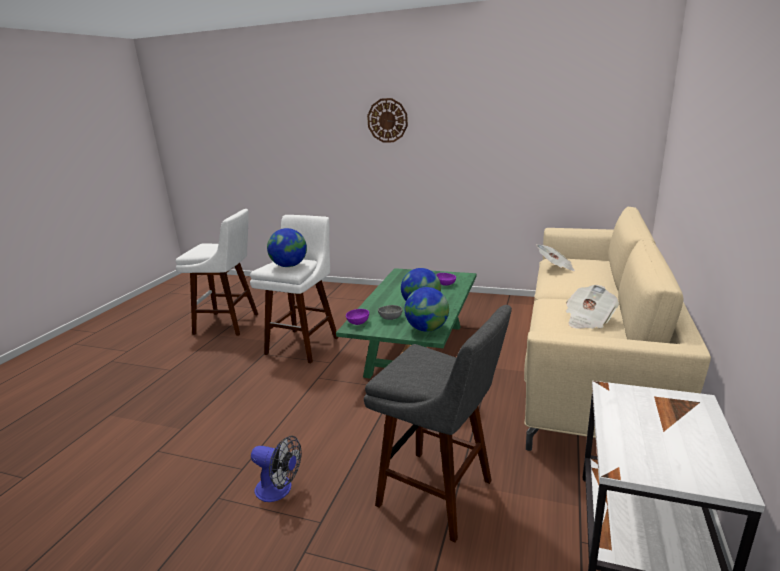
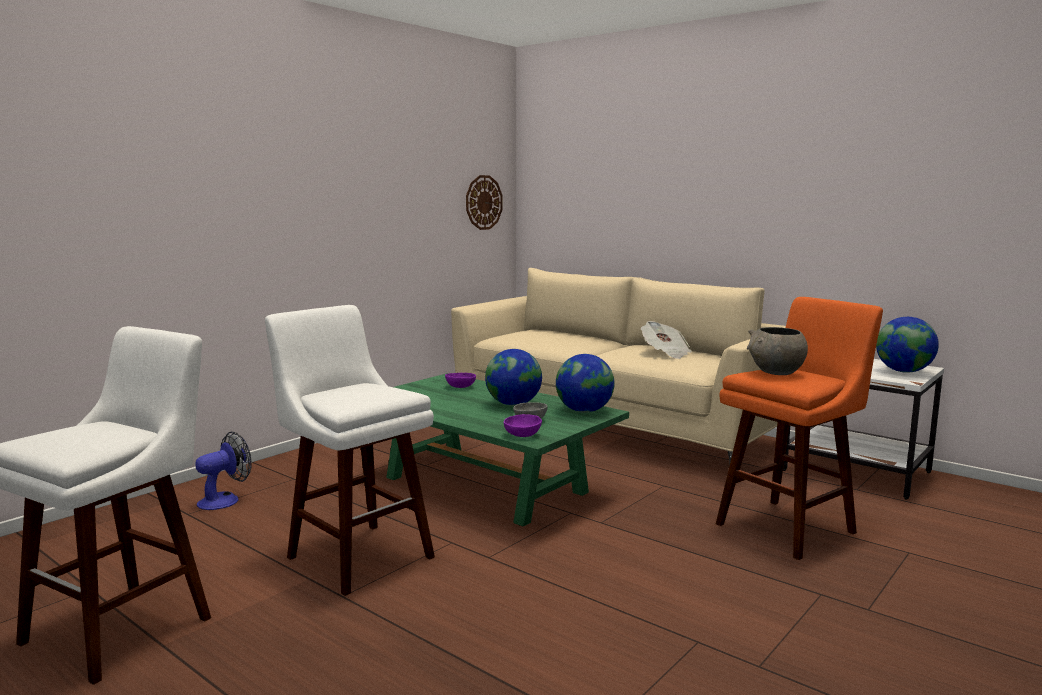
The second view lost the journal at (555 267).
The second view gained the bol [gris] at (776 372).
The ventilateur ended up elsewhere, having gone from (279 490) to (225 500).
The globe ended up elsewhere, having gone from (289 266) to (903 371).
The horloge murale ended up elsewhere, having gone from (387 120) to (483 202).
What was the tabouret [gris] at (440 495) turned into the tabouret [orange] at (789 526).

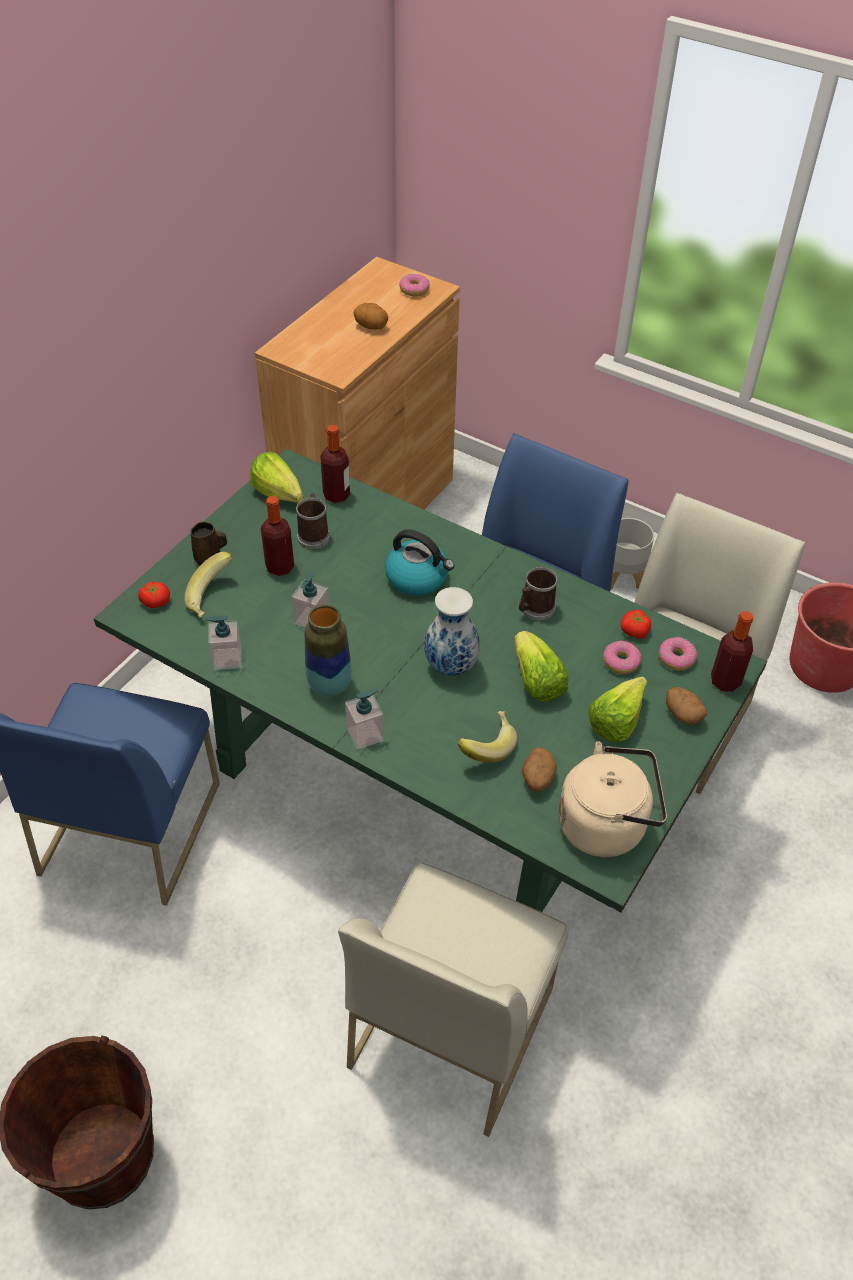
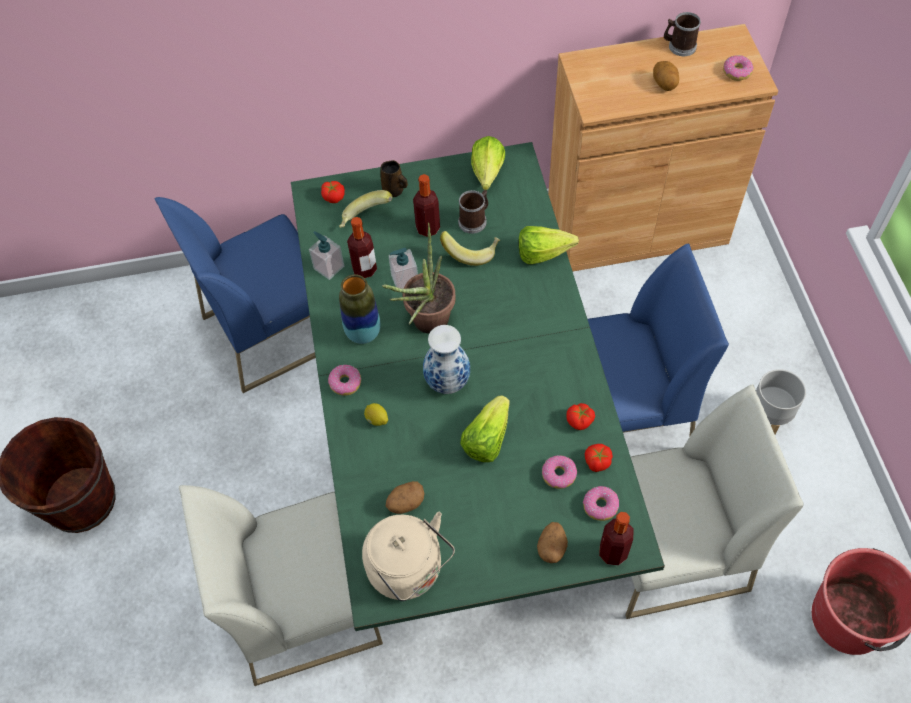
The second view lost the bouilloire at (418 578).
The second view gained the citron at (377 420).
The second view gained the plante en pot at (426 325).
The second view gained the tomate at (580 421).
The bouteille ended up elsewhere, having gone from (336 495) to (364 269).
The banane ended up elsewhere, having gone from (486 746) to (471 252).
The mug ended up elsewhere, having gone from (534 609) to (679 46).
The laitue ended up elsewhere, having gone from (621 718) to (548 254).
Where the distributeur de savon stood at (365 734), the beignet came to stand at (345 383).

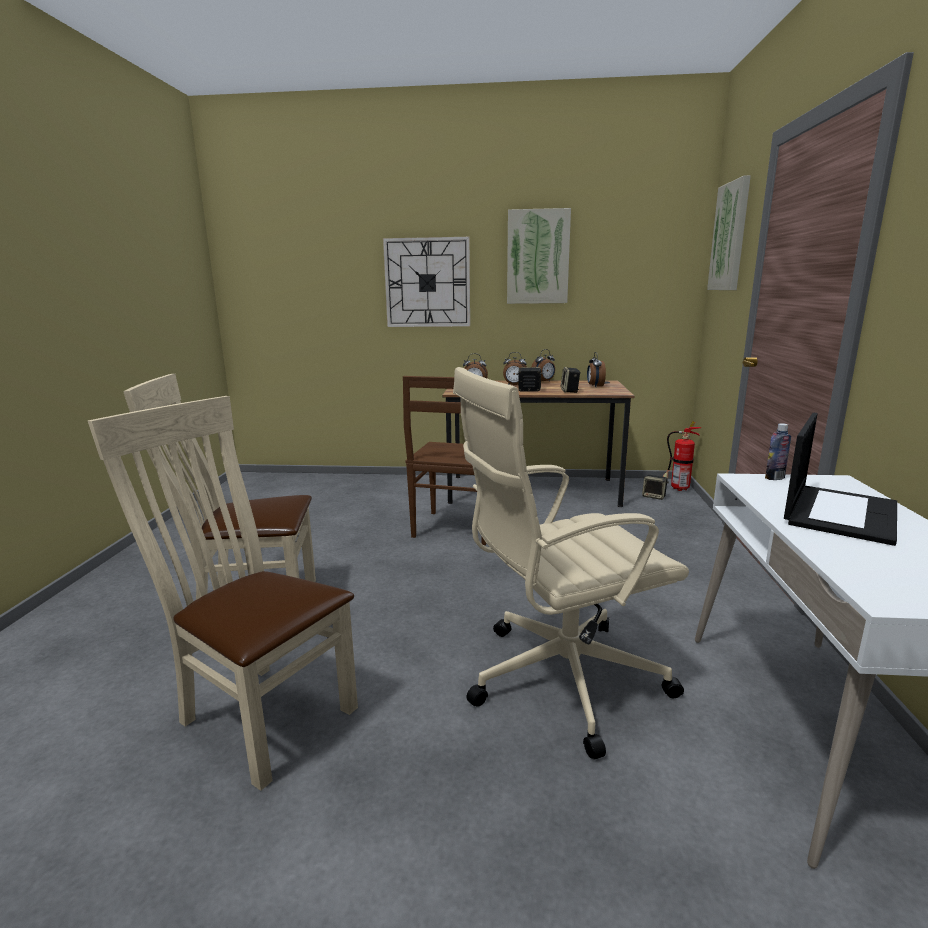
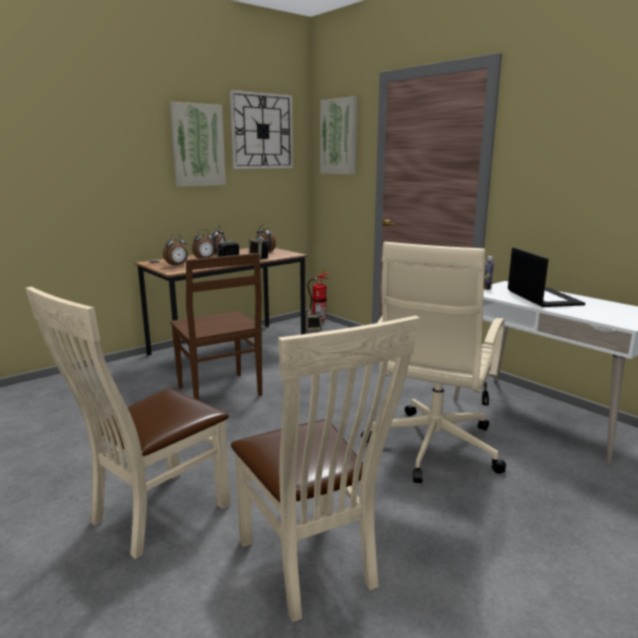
The horloge murale ended up elsewhere, having gone from (427 283) to (262 131).
The chaise [beige] at (260 713) ended up facing another way, 105 degrees counterclockwise from before.

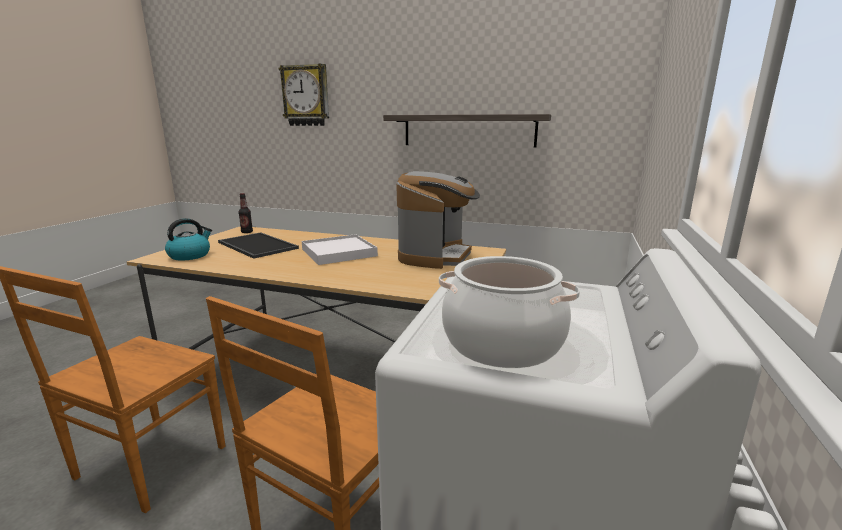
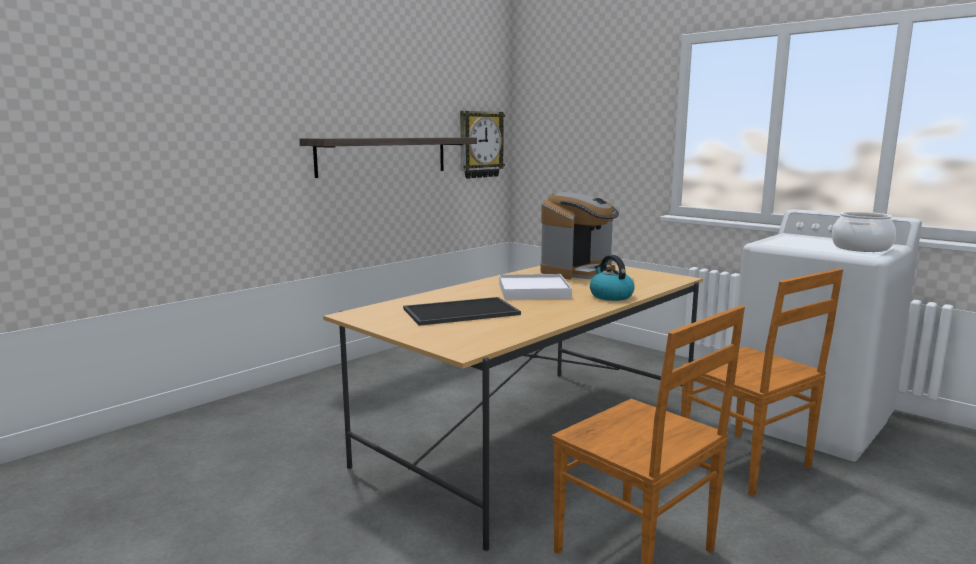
The second view lost the bouteille at (247 232).
The bouilloire ended up elsewhere, having gone from (190 255) to (610 296).
The horloge murale ended up elsewhere, having gone from (306 96) to (480 144).
The machine à café at (436 256) ended up facing another way, 90 degrees clockwise from before.

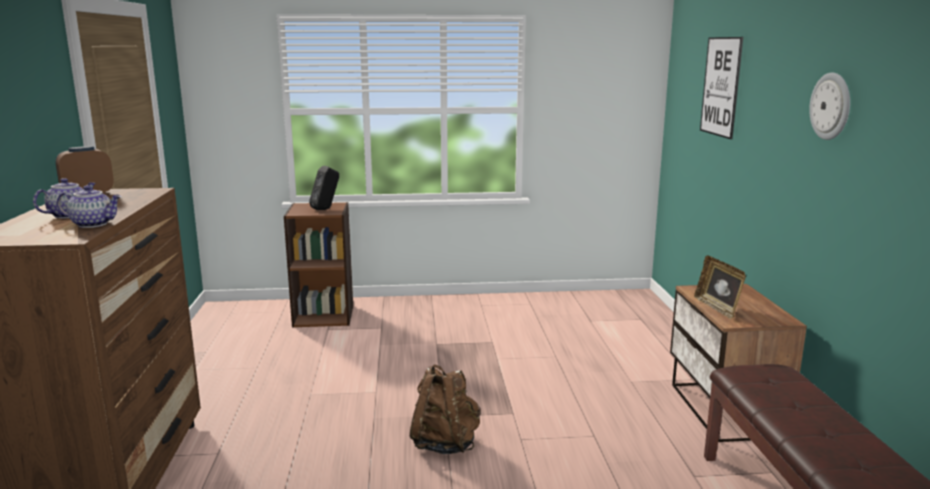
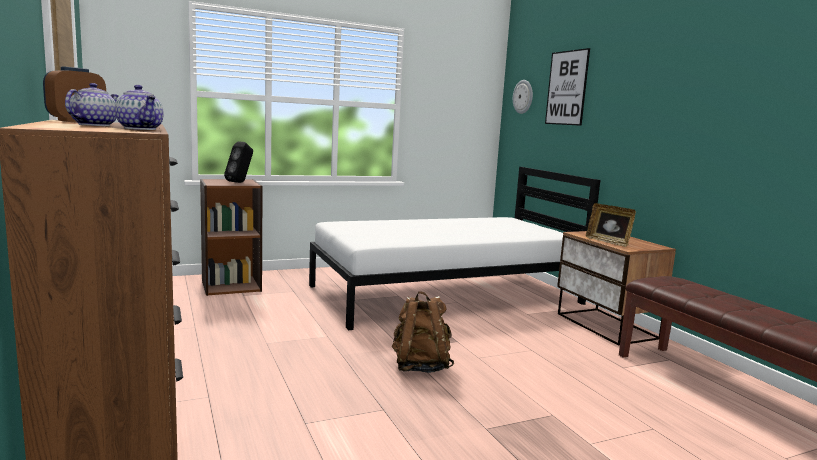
The second view gained the lit [blanc] at (446 295).
The horloge murale ended up elsewhere, having gone from (831 106) to (523 96).
The théière at (93 224) ended up facing another way, 60 degrees clockwise from before.

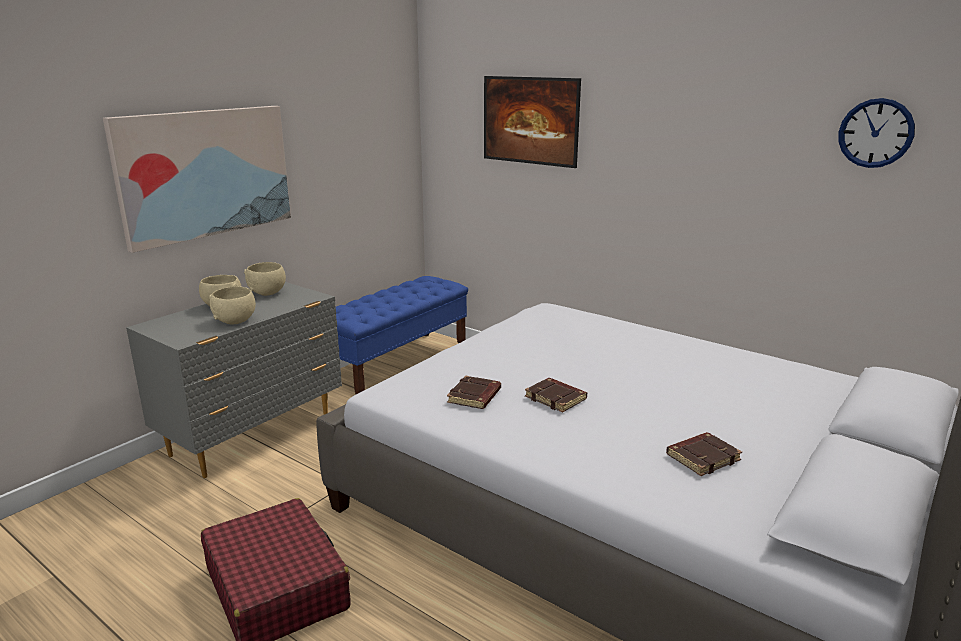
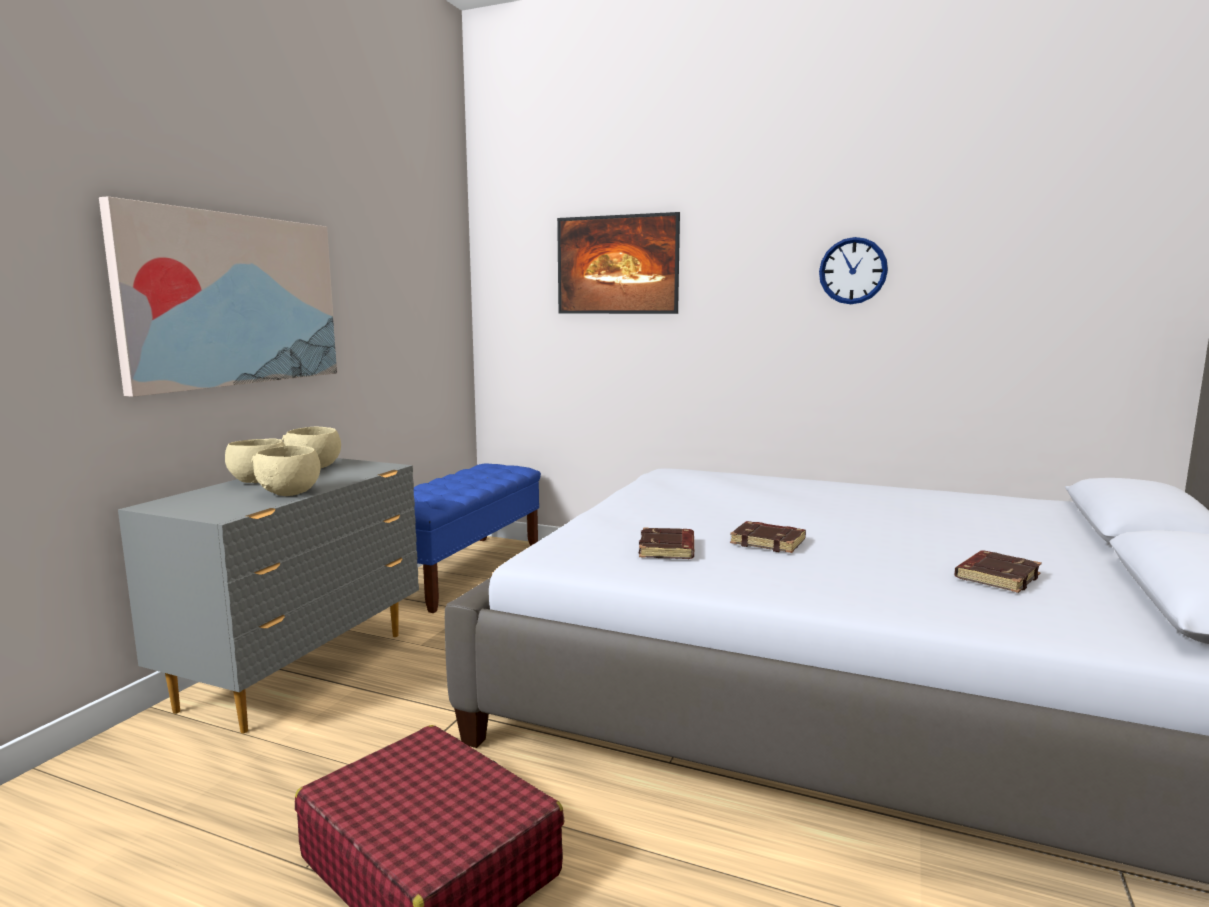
The horloge murale ended up elsewhere, having gone from (875 133) to (853 271).

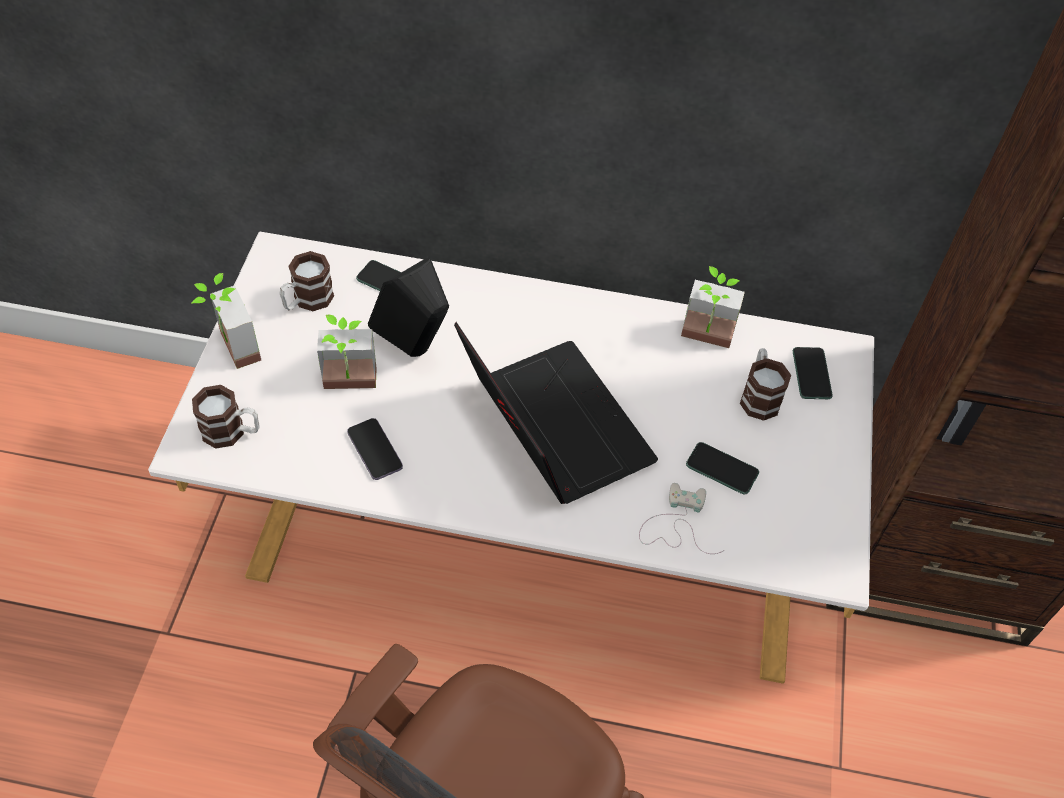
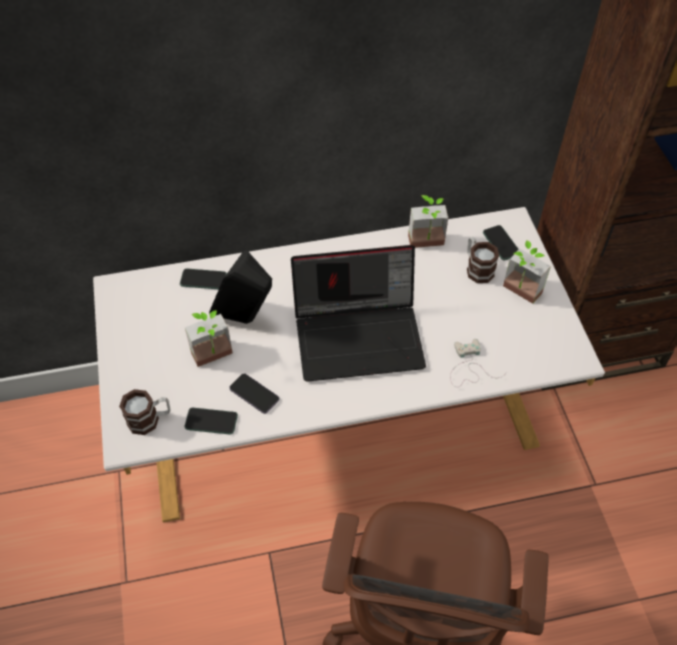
The second view lost the mug at (307 301).
The plante en pot ended up elsewhere, having gone from (230 350) to (518 294).
The téléphone ended up elsewhere, having gone from (722 469) to (211 421).
The ordinateur portable at (551 426) ended up facing another way, 135 degrees clockwise from before.

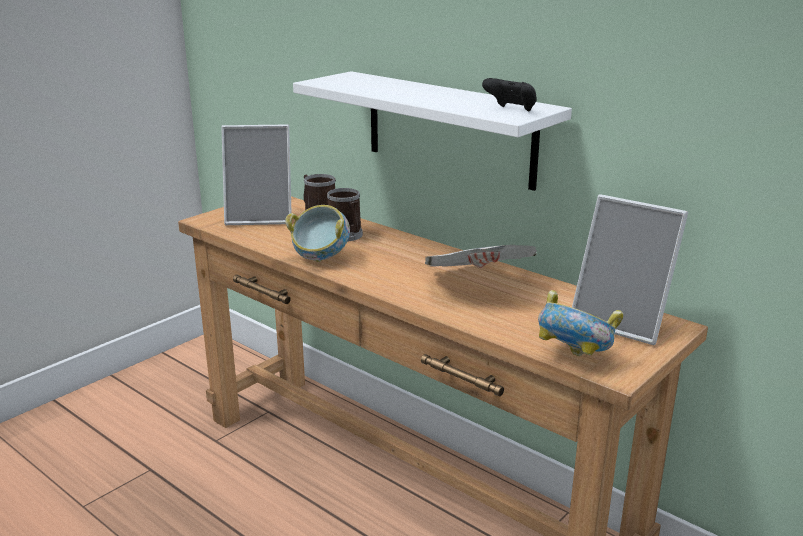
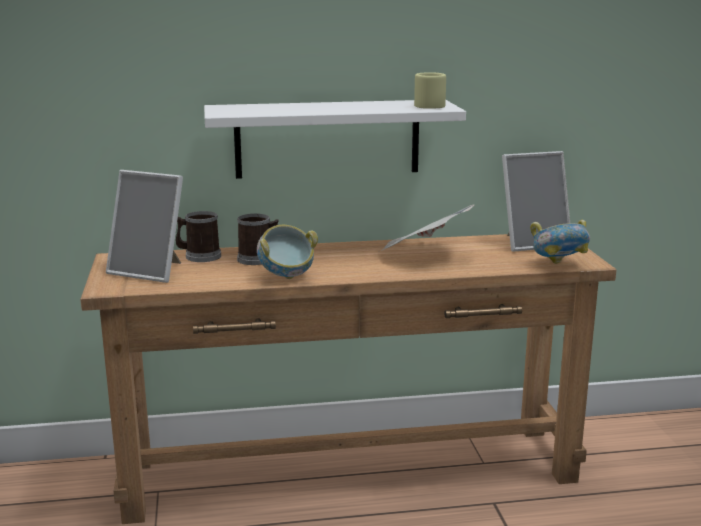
Where the manette [noir] stood at (511 110), the mug [beige] came to stand at (428 105).
The cadre photo at (261 217) ended up facing another way, 75 degrees clockwise from before.

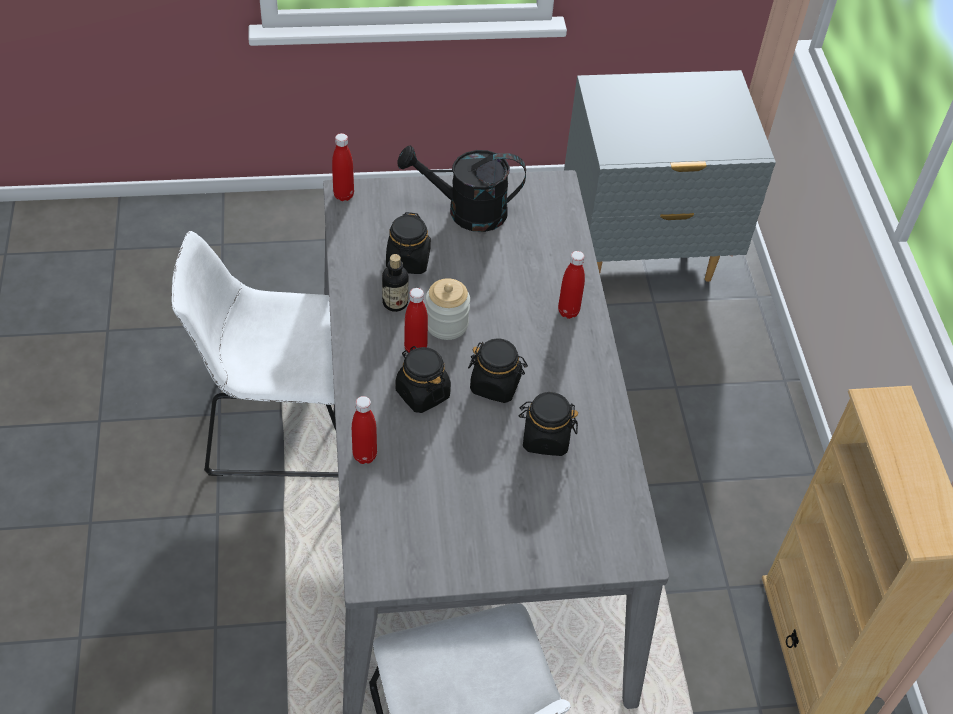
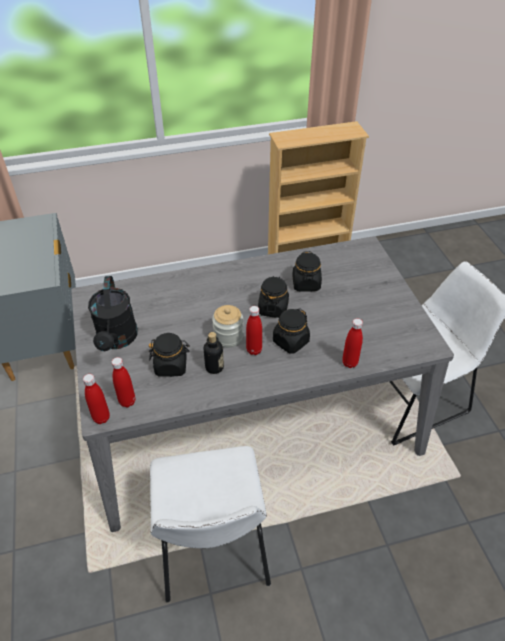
The bouteille [rouge] ended up elsewhere, having gone from (568 311) to (127 401).

